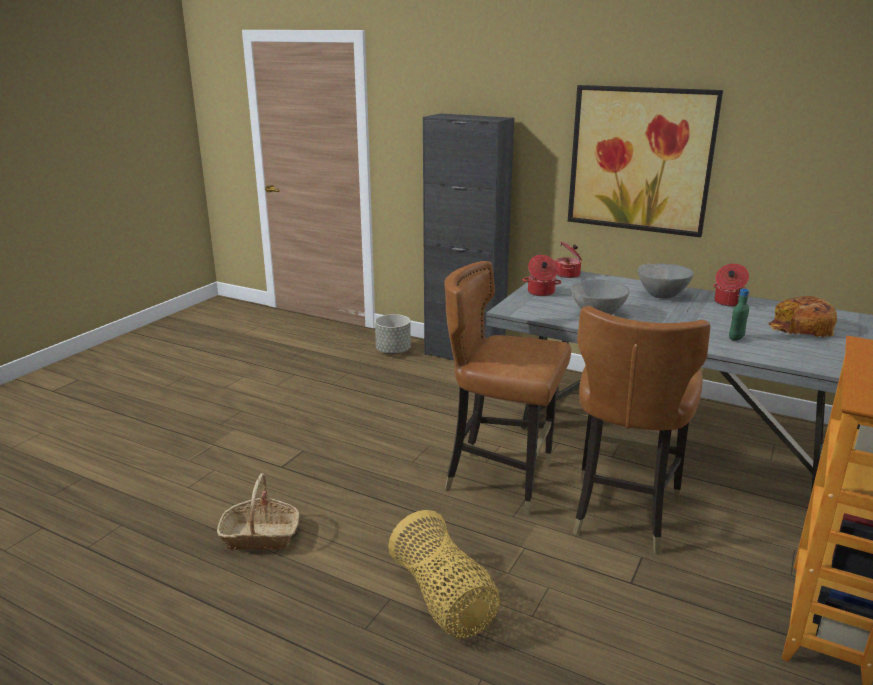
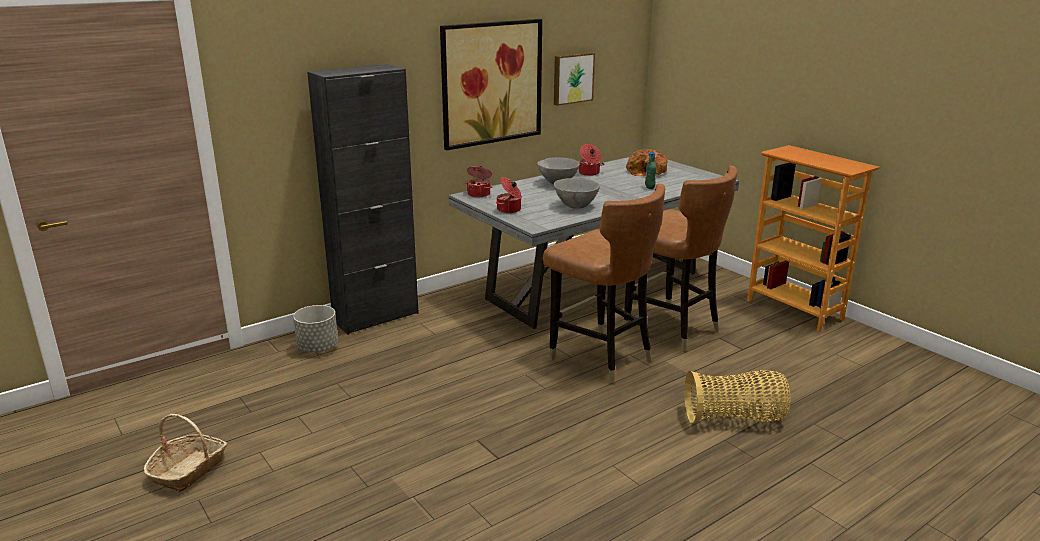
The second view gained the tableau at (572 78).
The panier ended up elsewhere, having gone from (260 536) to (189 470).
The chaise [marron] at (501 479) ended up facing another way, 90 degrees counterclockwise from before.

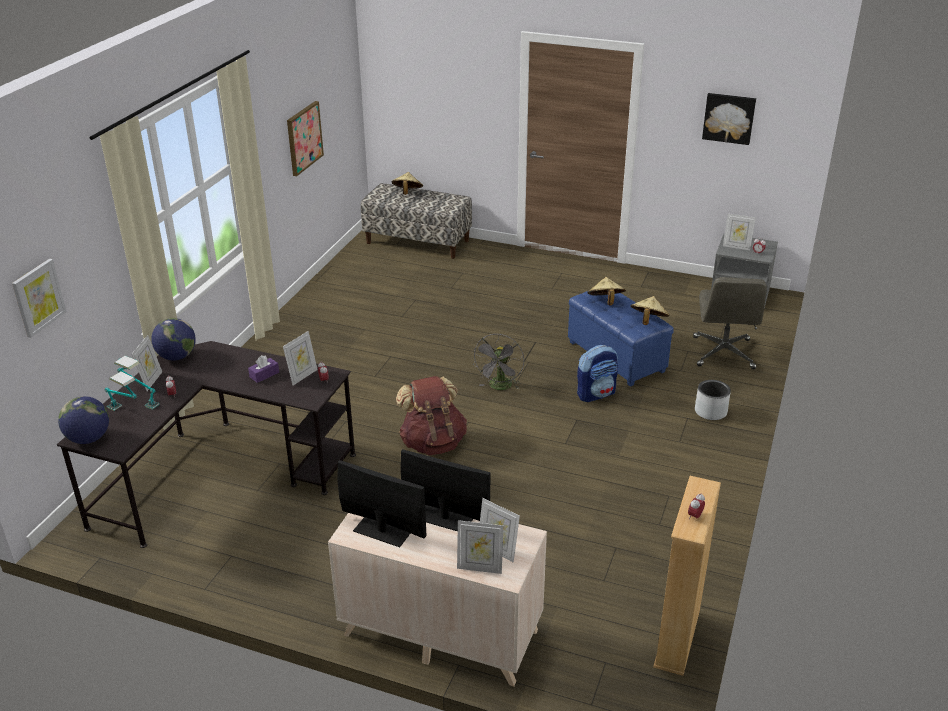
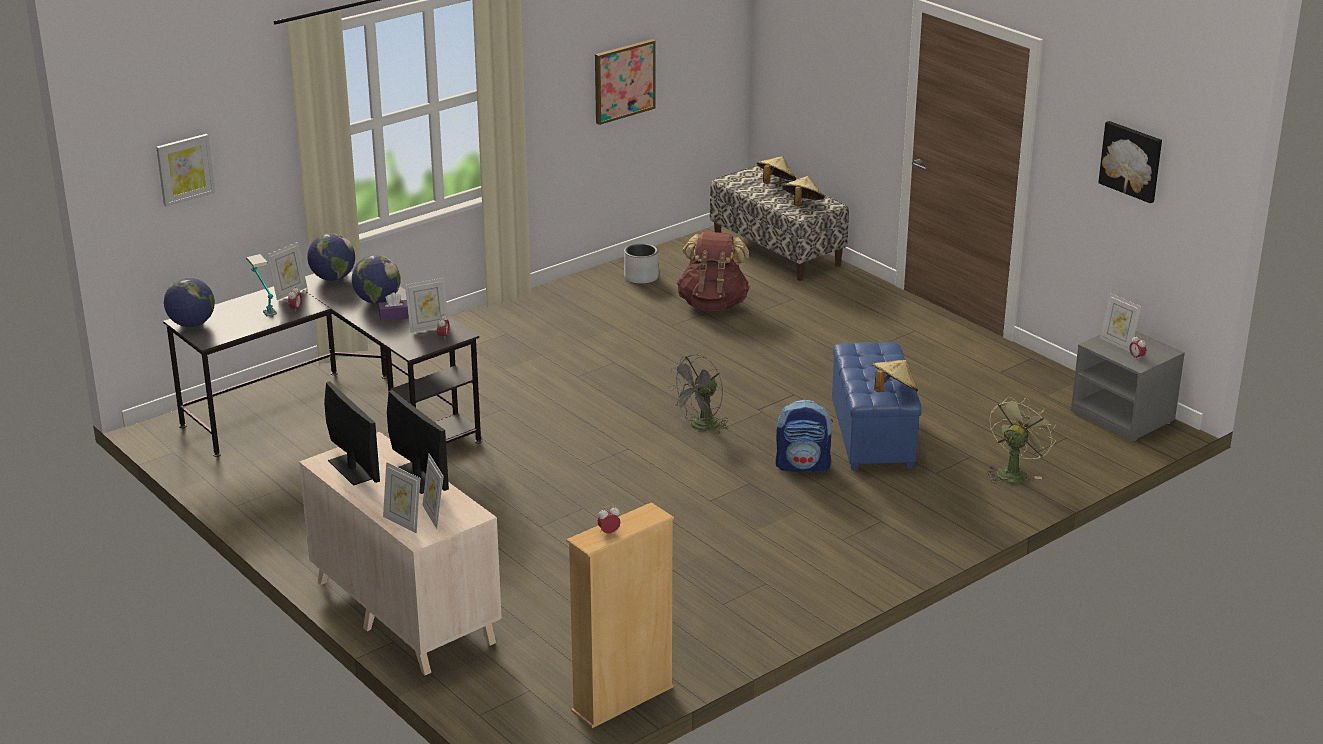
The second view lost the lampe de table at (125 412).
The second view gained the globe at (377 301).
The sac à dos [marron] ended up elsewhere, having gone from (433 442) to (713 304).
The chapeau [beige] ended up elsewhere, having gone from (605 302) to (802 204).
The cache-pot [gris] ended up elsewhere, having gone from (711 411) to (641 277).
Where the chaise de bureau [gris] stood at (723 353), the ventilateur [vert] came to stand at (1014 472).

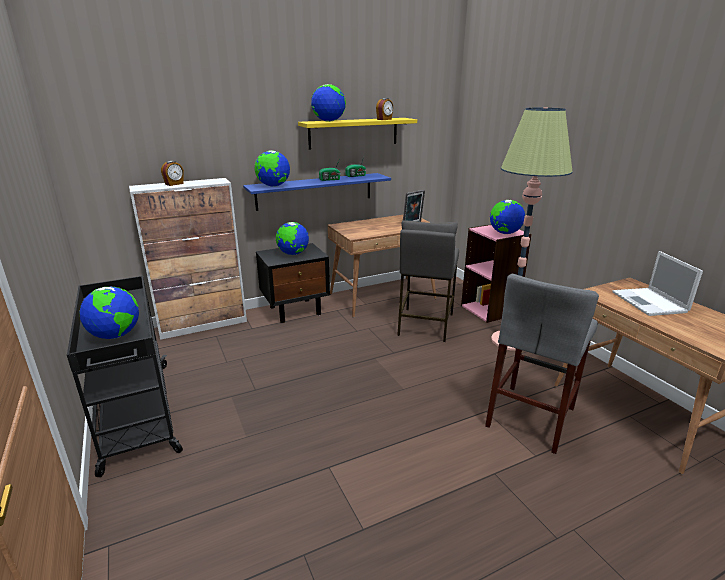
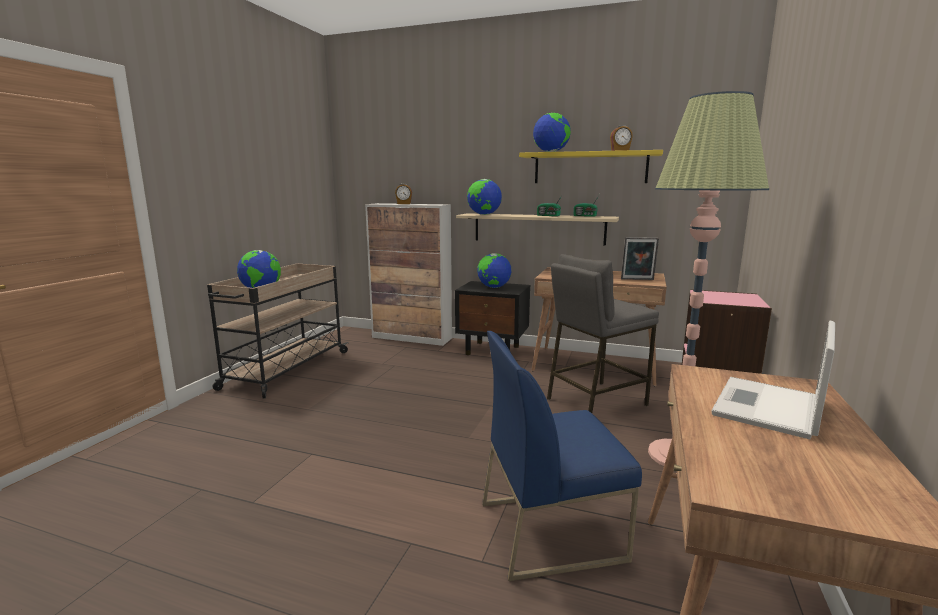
The second view lost the globe at (505 233).
Where the tabouret [gris] stood at (531 417), the chaise [bleu] came to stand at (551 529).
What was the chariot [noir] at (137 414) turned into the chariot [beige] at (285 370).
What was the étagère [bleu] at (315 191) turned into the étagère [beige] at (538 228).

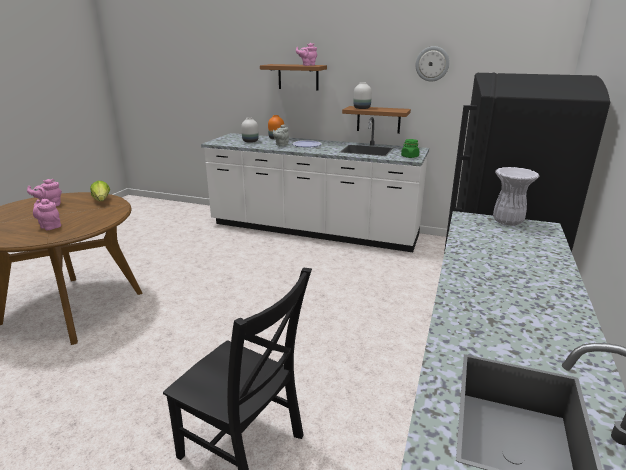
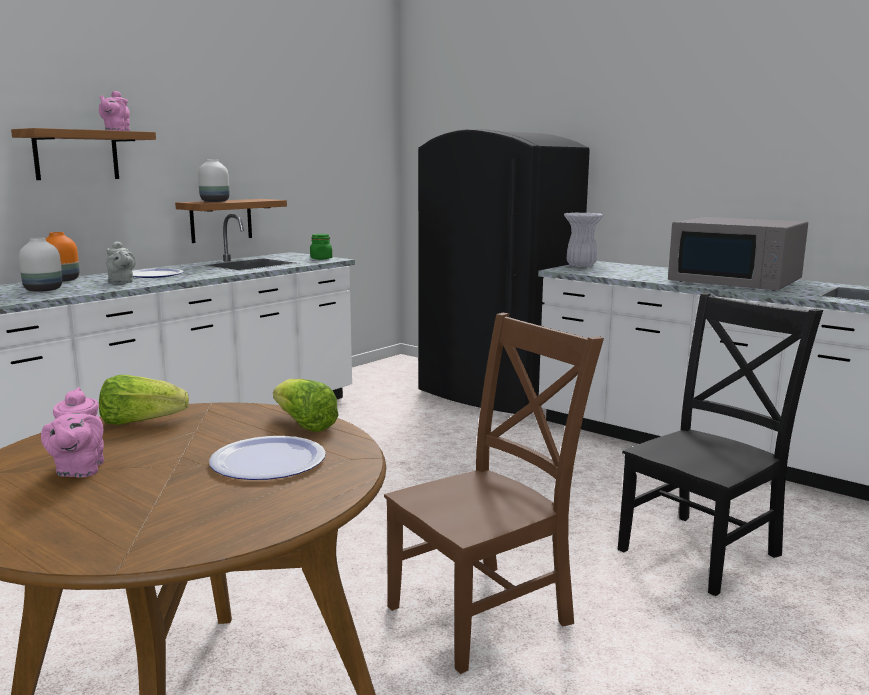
The second view lost the horloge murale at (432 64).
The second view gained the laitue at (304 425).
The second view gained the chaise [marron] at (486 612).
The second view gained the micro-ondes [gris] at (736 281).
Where the théière [rose] stood at (49 226), the assiette came to stand at (268 461).

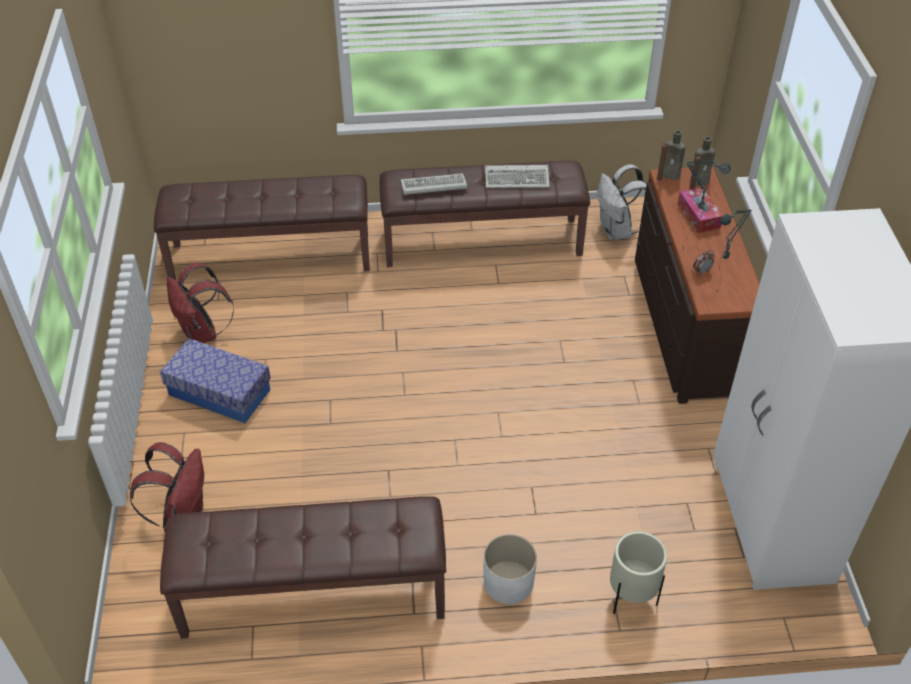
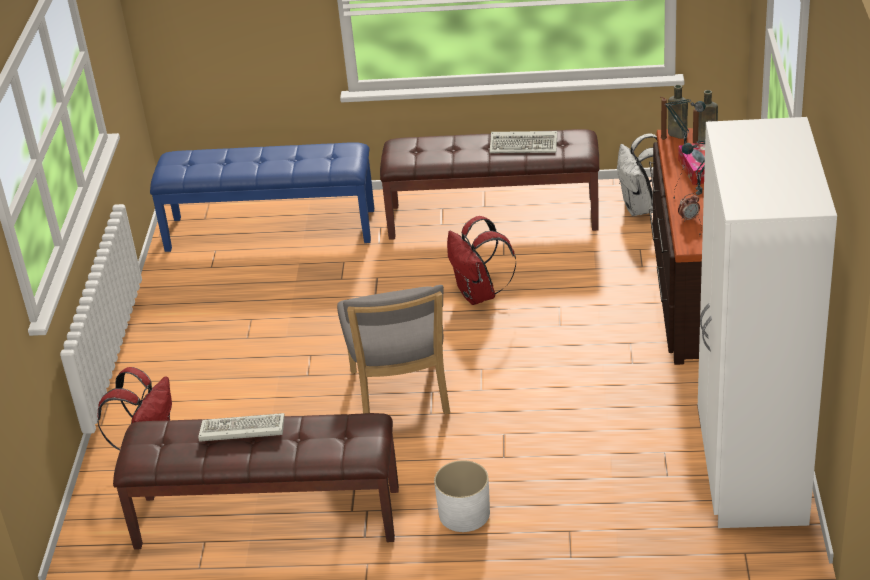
The second view lost the boîte de rangement at (219 392).
The second view lost the cache-pot [beige] at (631 598).
The second view gained the chaise [gris] at (400 396).
The sac à dos [rouge] ended up elsewhere, having gone from (202 334) to (479 294).
The clavier ended up elsewhere, having gone from (432 187) to (240 431).
What was the banc [marron] at (271 256) turned into the banc [bleu] at (271 229).

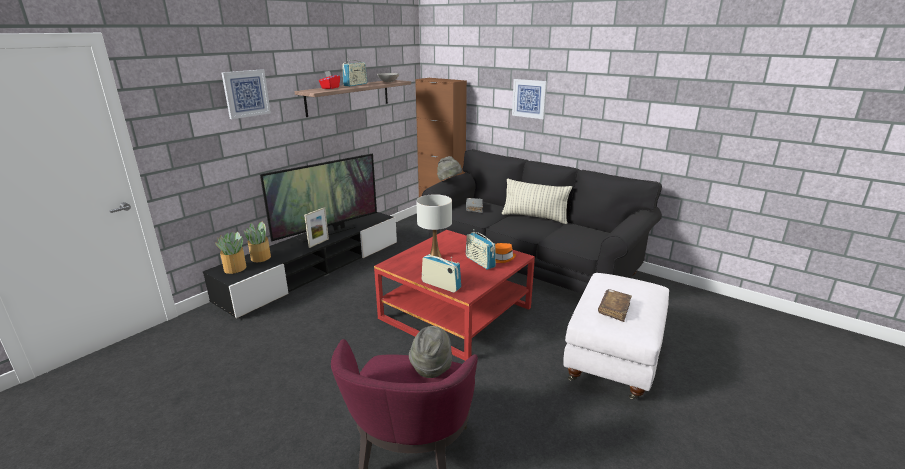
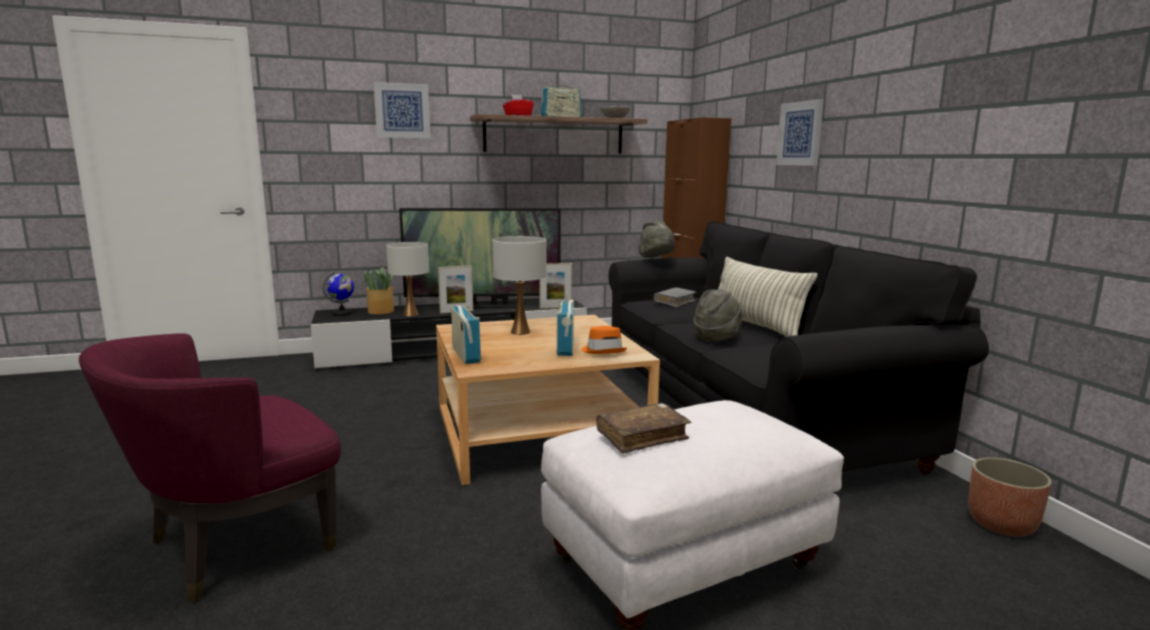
The second view gained the lampe de table [blanc] at (410 314).
The second view gained the cadre photo at (555 307).
The second view gained the cache-pot at (1002 524).
The chapeau [gris] ended up elsewhere, having gone from (431 366) to (717 337).
Where the plante en pot stood at (234 268), the globe came to stand at (342 314).
What was the table basse [rouge] at (455 313) turned into the table basse [beige] at (538 431).

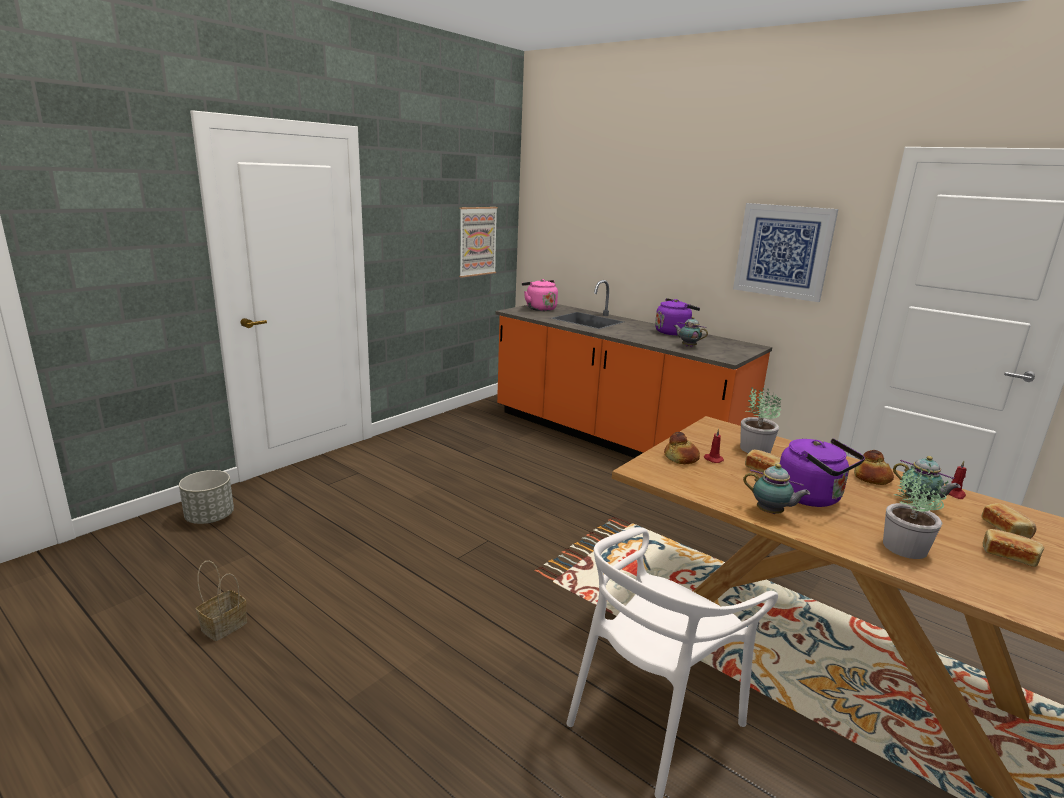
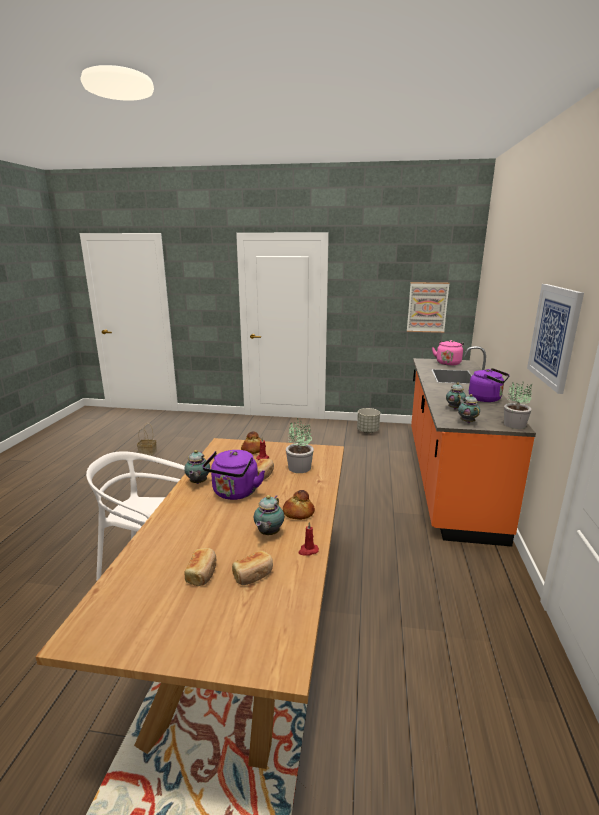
The second view gained the théière at (467 421).
The cache-pot [gris] ended up elsewhere, having gone from (209 518) to (367 431).
The plante en pot ended up elsewhere, having gone from (903 547) to (515 425).

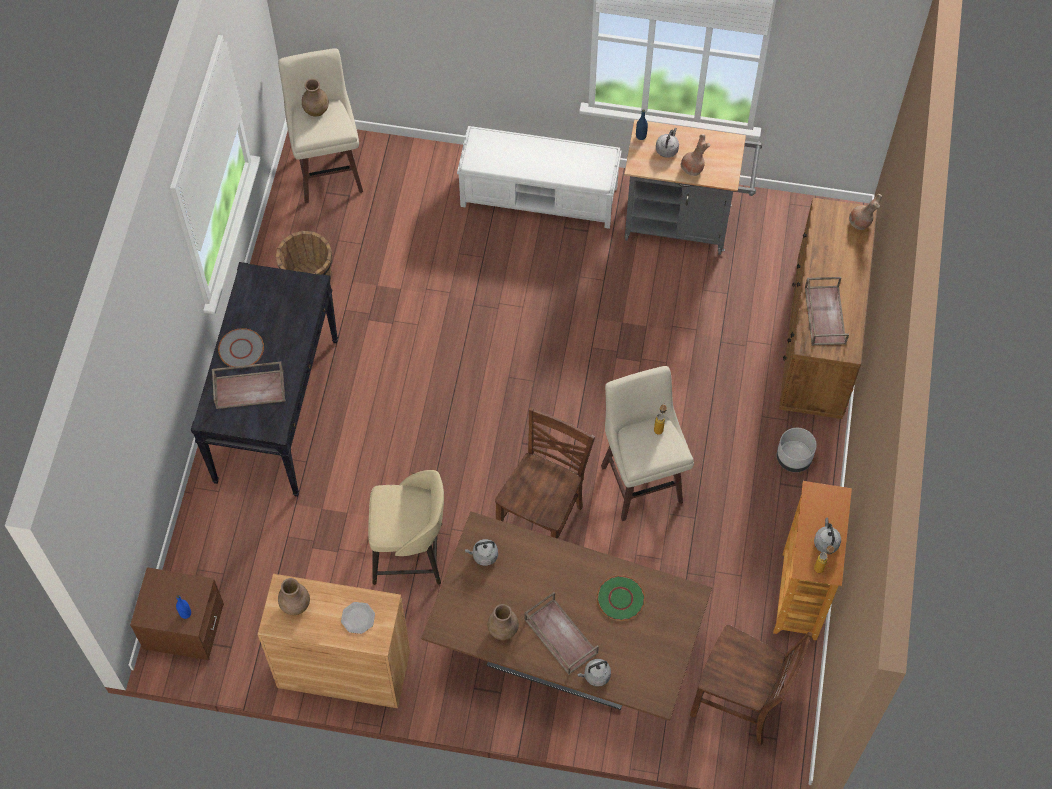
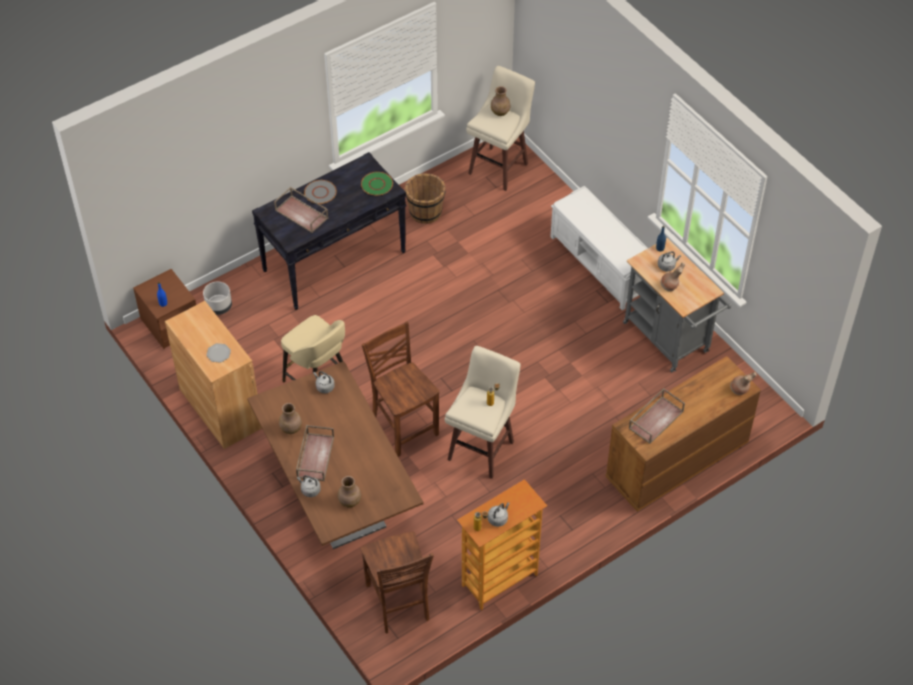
The vase [marron] ended up elsewhere, having gone from (295 605) to (349 501).
The assiette [vert] ended up elsewhere, having gone from (621 598) to (377 184).
The cache-pot [gris] ended up elsewhere, having gone from (794 458) to (219 307).
The chaise [marron] at (543 523) ended up facing another way, 105 degrees counterclockwise from before.

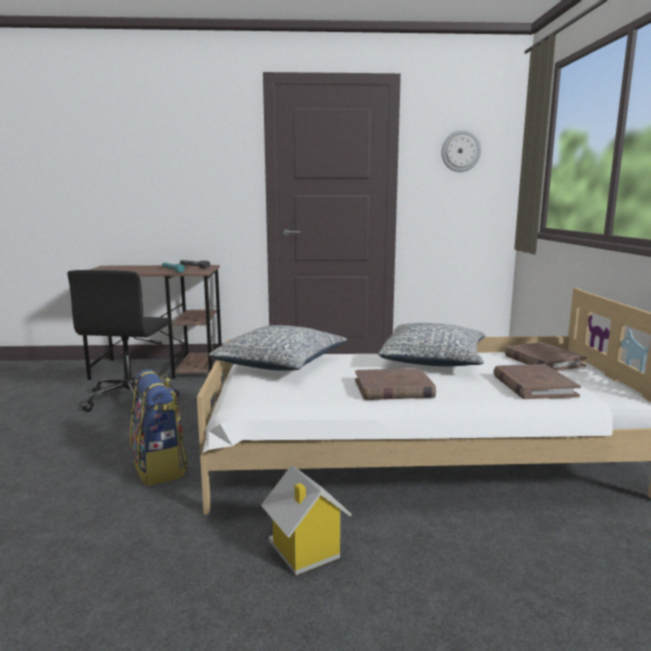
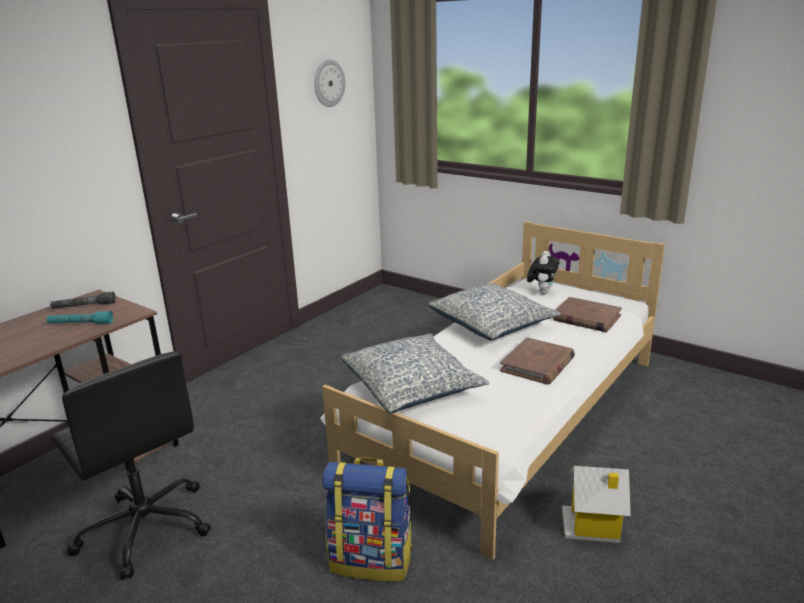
Where the livre [marron] stood at (543 361), the peluche came to stand at (542 292).

